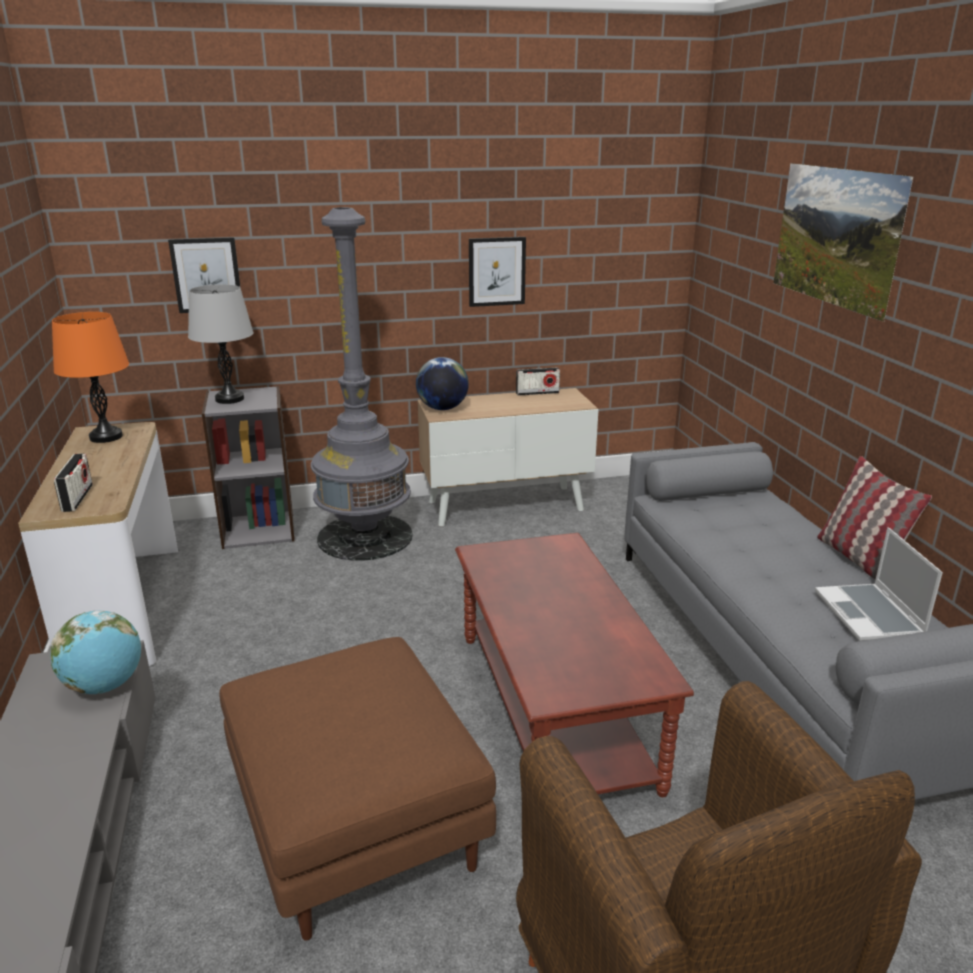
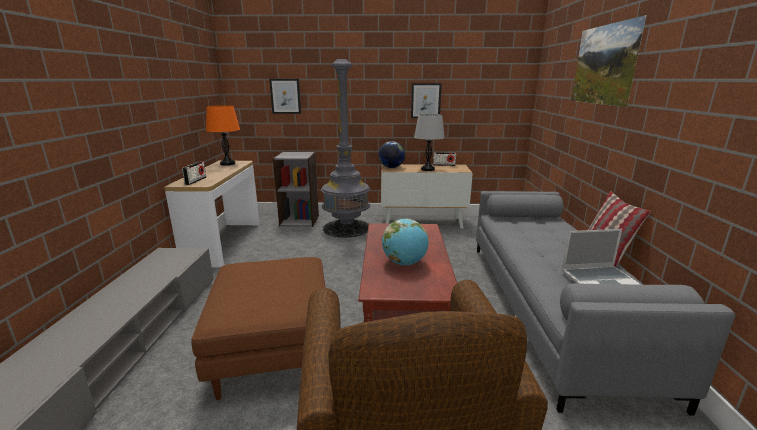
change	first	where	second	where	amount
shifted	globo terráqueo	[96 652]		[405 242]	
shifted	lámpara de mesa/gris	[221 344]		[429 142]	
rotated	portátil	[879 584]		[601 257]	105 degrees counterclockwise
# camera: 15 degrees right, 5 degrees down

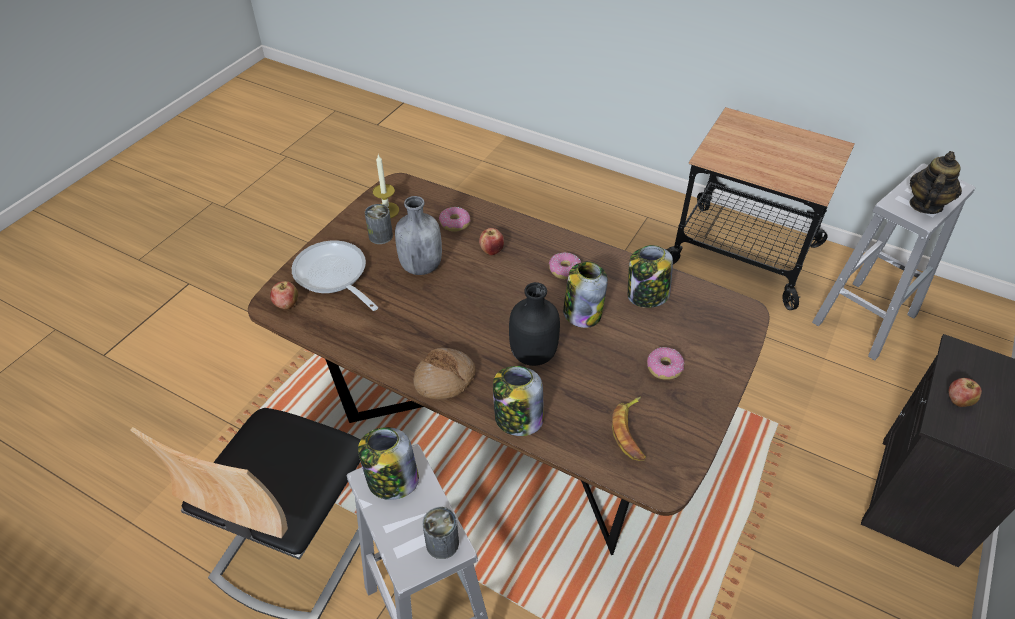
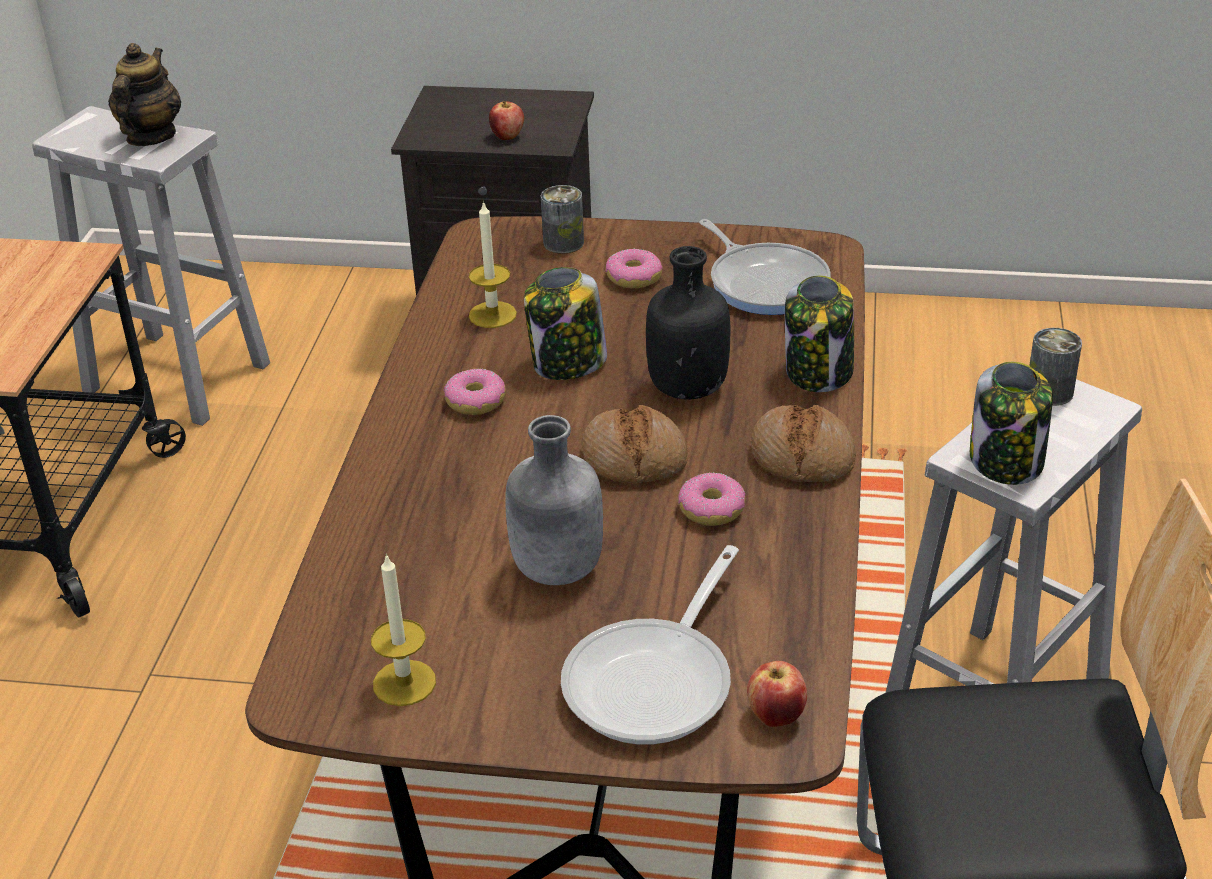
change	first	where	second	where	amount
shifted	lata	[379 224]		[562 219]	
shifted	rosquilla	[455 219]		[711 499]	
gone	manzana	[491 241]			
swapped	plátano	[629 429]	sartén	[765 267]	
swapped	tarro	[650 276]	vela	[493 264]	
rotated	tetera	[935 182]		[144 94]	90 degrees clockwise
new			pan	[634 444]	
# camera: 110 degrees left, 10 degrees down

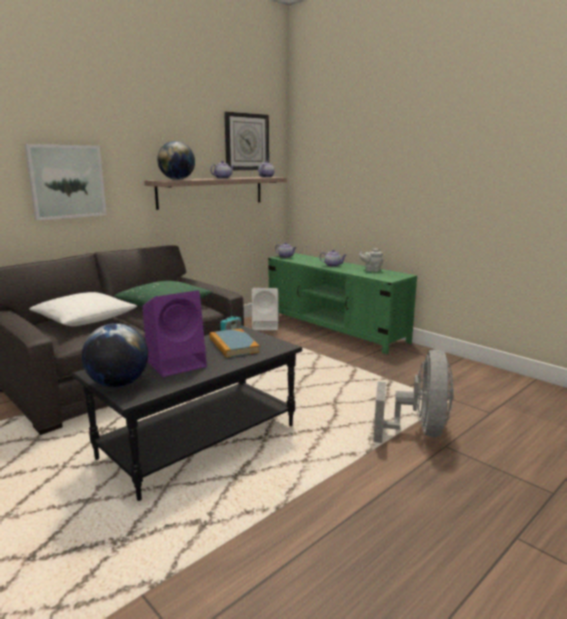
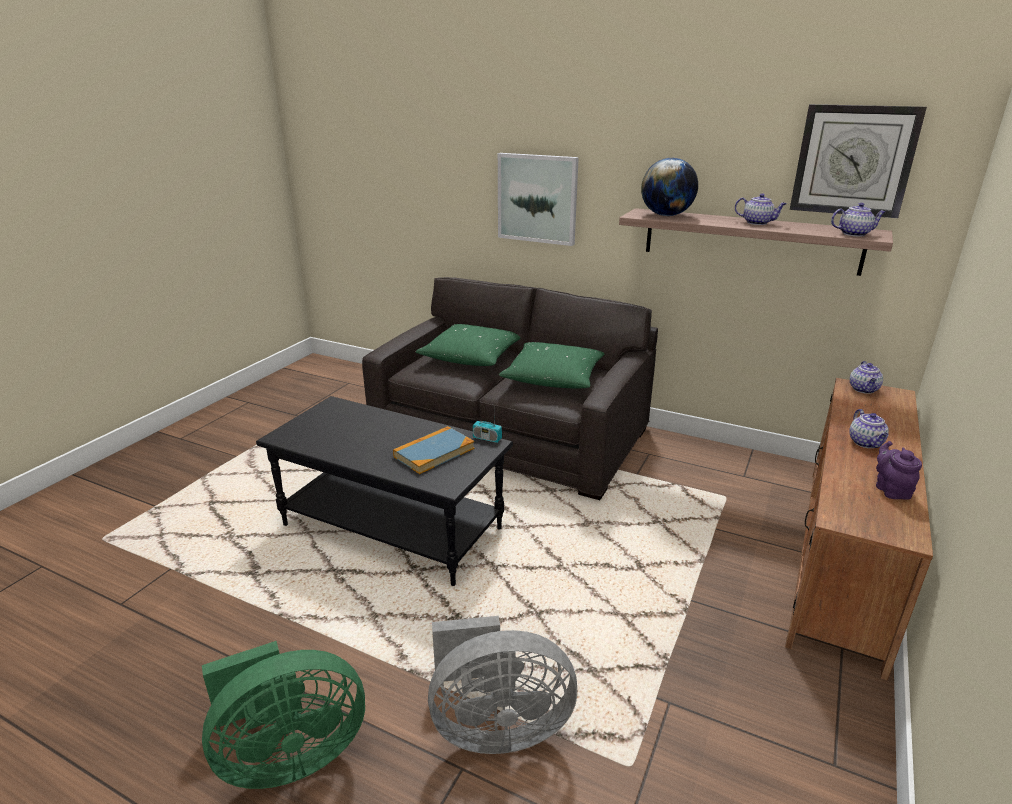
change	first	where	second	where	amount
repainted	cojín/blanco	[83 309]	cojín/verde	[468 345]	
gone	globo terráqueo	[114 355]			
gone	altavoz/morado	[174 334]			
gone	altavoz/blanco	[265 309]			
repainted	mueble de televisión/verde	[342 303]	mueble de televisión/marrón	[859 529]	
repainted	tetera/gris	[371 260]	tetera/morado	[899 470]	
new			ventilador/verde	[283 715]	
# camera: 70 degrees right, 10 degrees up

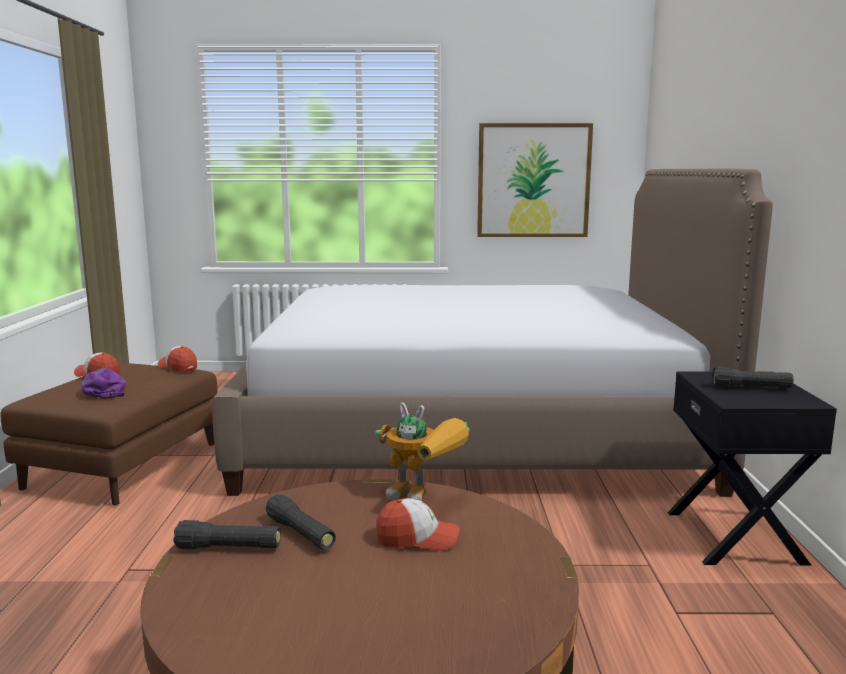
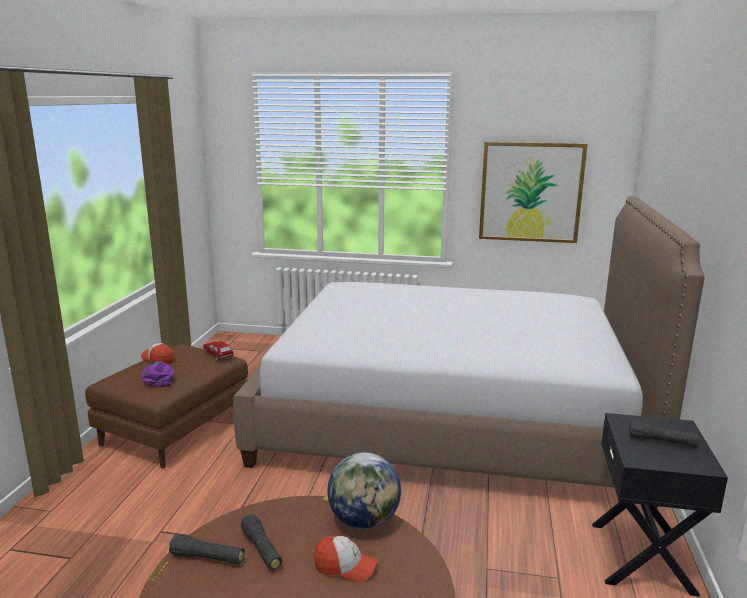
change	first	where	second	where	amount
swapped	gorra	[177 359]	coche de juguete	[218 351]	
swapped	robot de juguete	[422 451]	globo terráqueo	[364 491]	
# camera: 10 degrees right, 5 degrees up

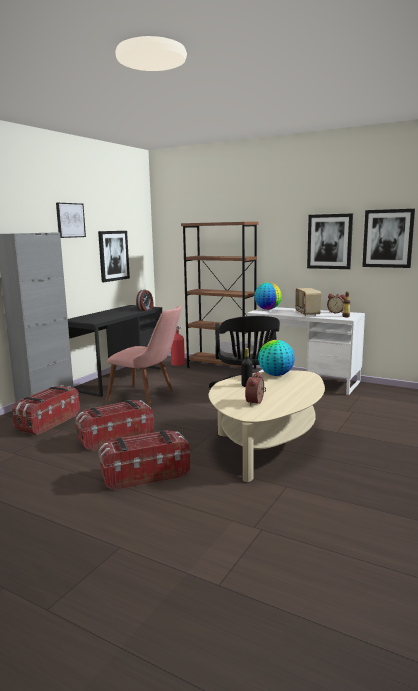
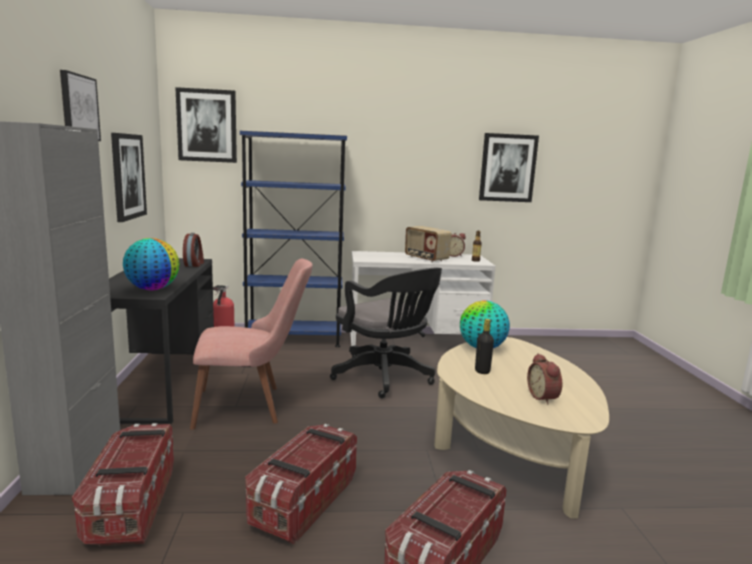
change	first	where	second	where	amount
repainted	estantería/marrón	[220 295]	estantería/azul	[293 239]	
shifted	globo terráqueo	[268 296]		[151 264]	
shifted	cuadro	[330 241]		[206 125]	
# camera: 35 degrees left, 0 degrees up

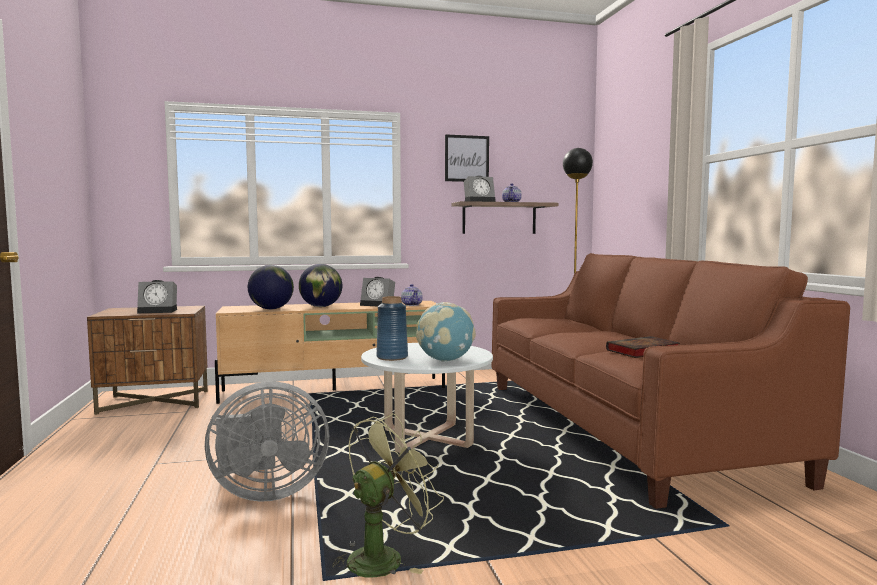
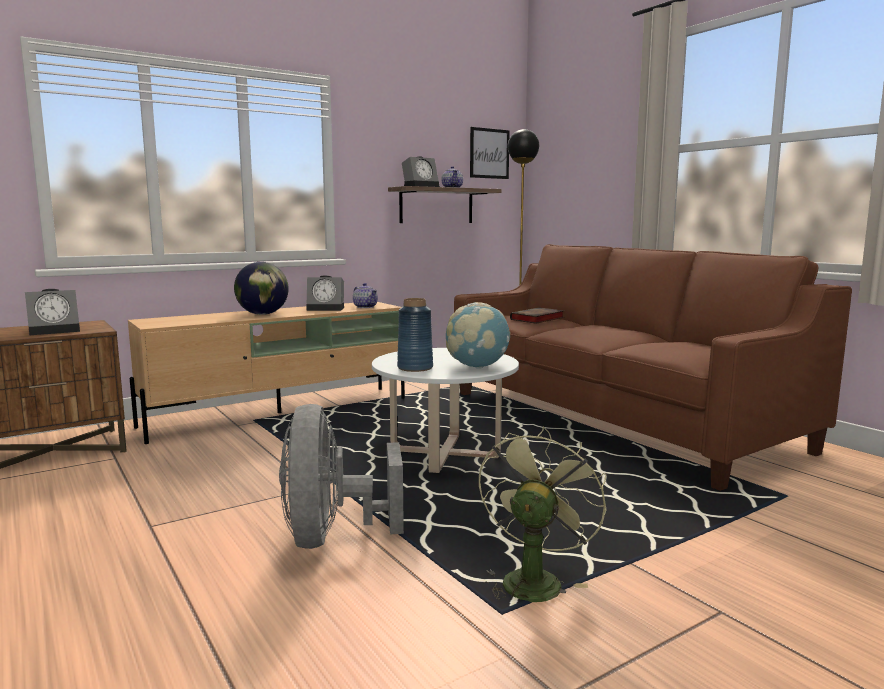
change	first	where	second	where	amount
rotated	ventilador/gris	[267 442]		[341 476]	120 degrees clockwise
gone	globo terráqueo	[271 287]			
shifted	cuadro	[467 158]		[490 153]	
shifted	libro	[643 347]		[537 315]	
# camera: 20 degrees left, 5 degrees up

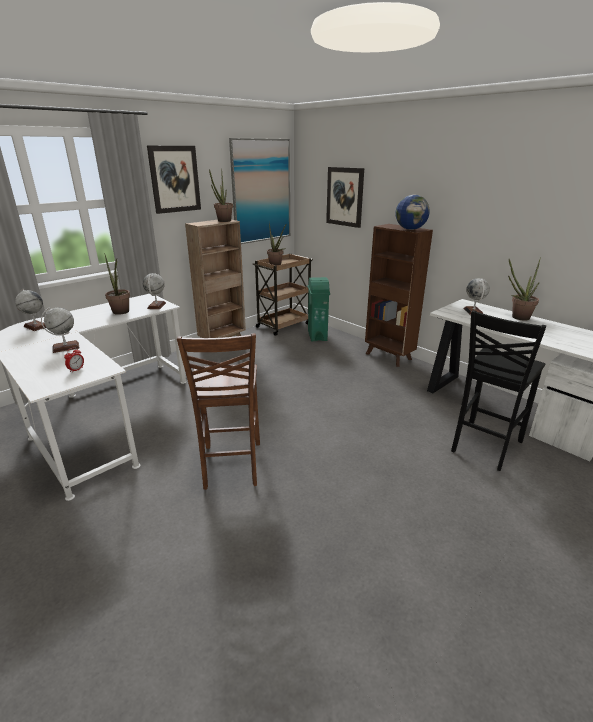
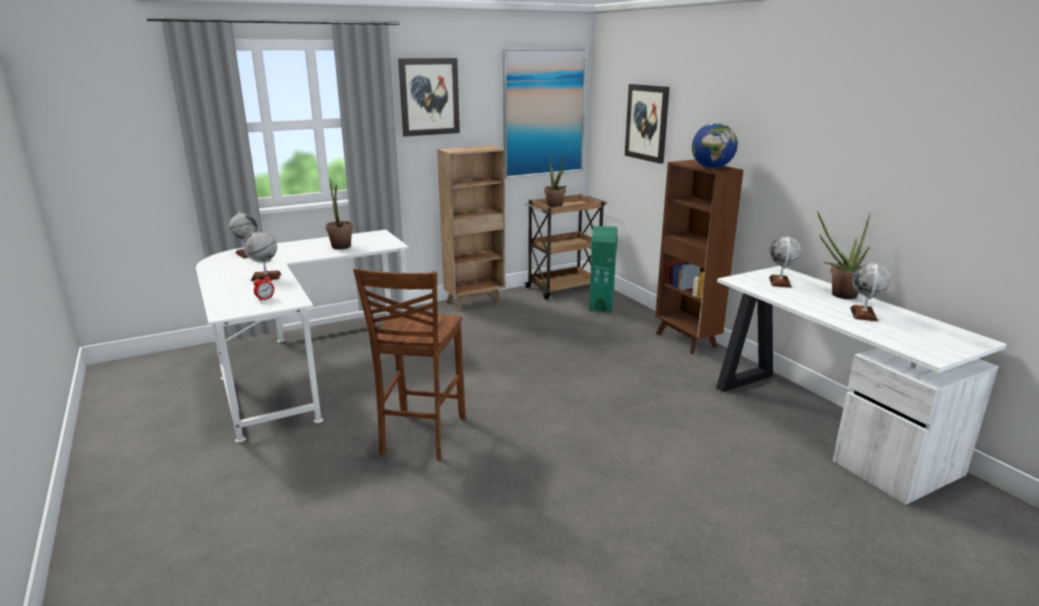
change	first	where	second	where	amount
shifted	globo terráqueo	[154 291]		[870 292]	
gone	planta en maceta	[221 195]			
gone	silla/negro	[498 390]			
# camera: 15 degrees right, 5 degrees down

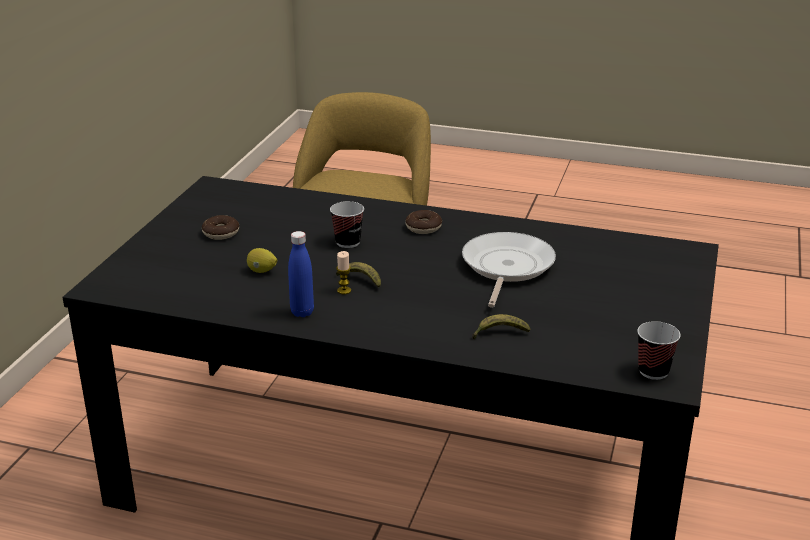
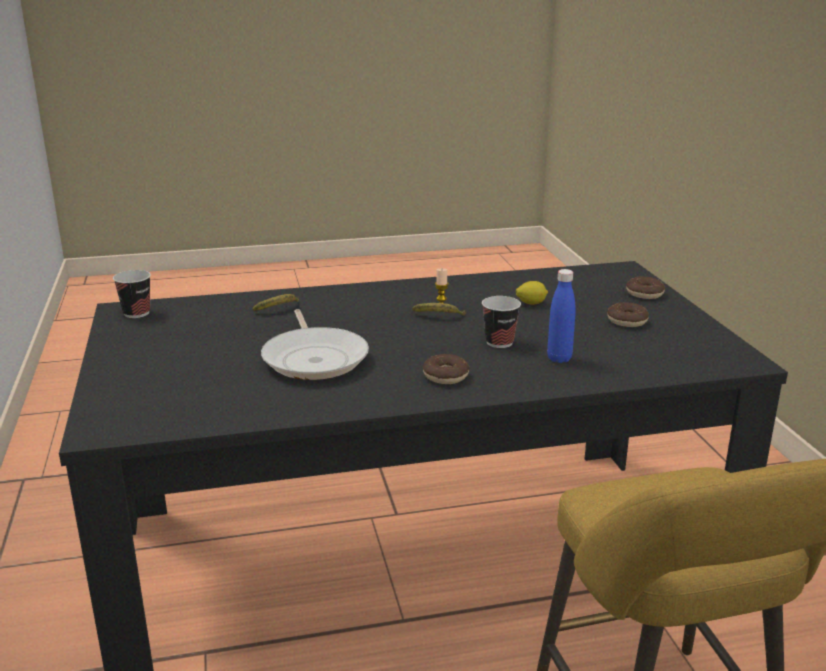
change	first	where	second	where	amount
shifted	botella/azul	[301 274]		[561 316]	
new			rosquilla	[645 287]	
# camera: 150 degrees right, 5 degrees down

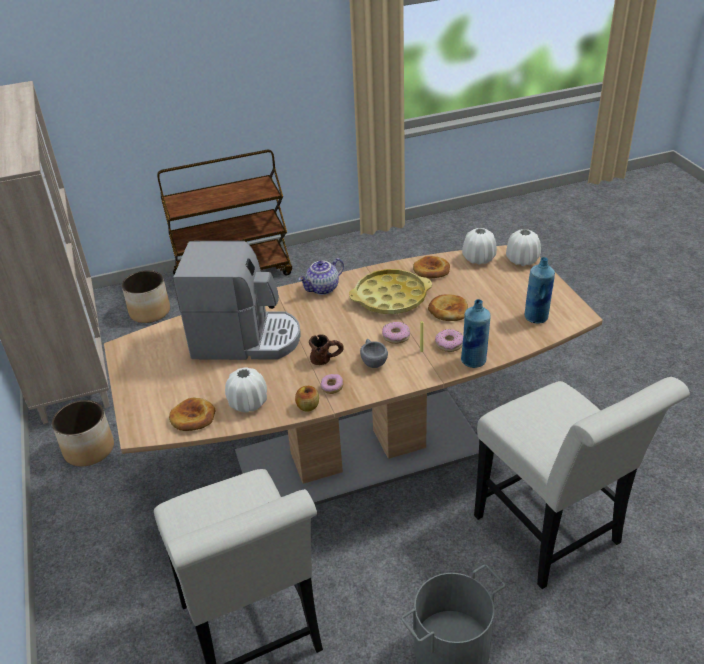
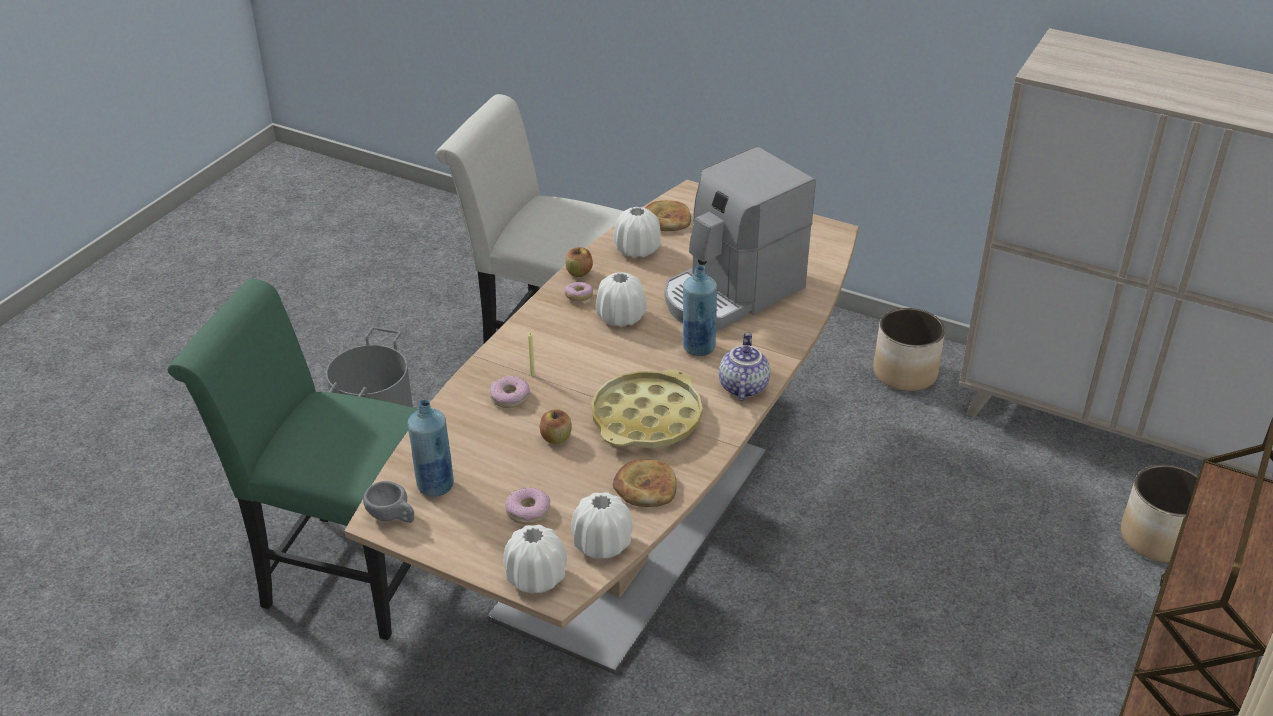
change	first	where	second	where	amount
swapped	taza grande/marrón	[326 349]	florero/blanco	[621 299]	
shifted	taza/gris	[374 353]		[388 502]	
shifted	rosquilla	[396 333]		[528 505]	
swapped	pan	[448 307]	manzana	[556 426]	
shifted	botella/azul	[476 333]		[700 310]	
repainted	silla/blanco	[582 483]	silla/verde	[293 459]	
# camera: 135 degrees right, 0 degrees up

